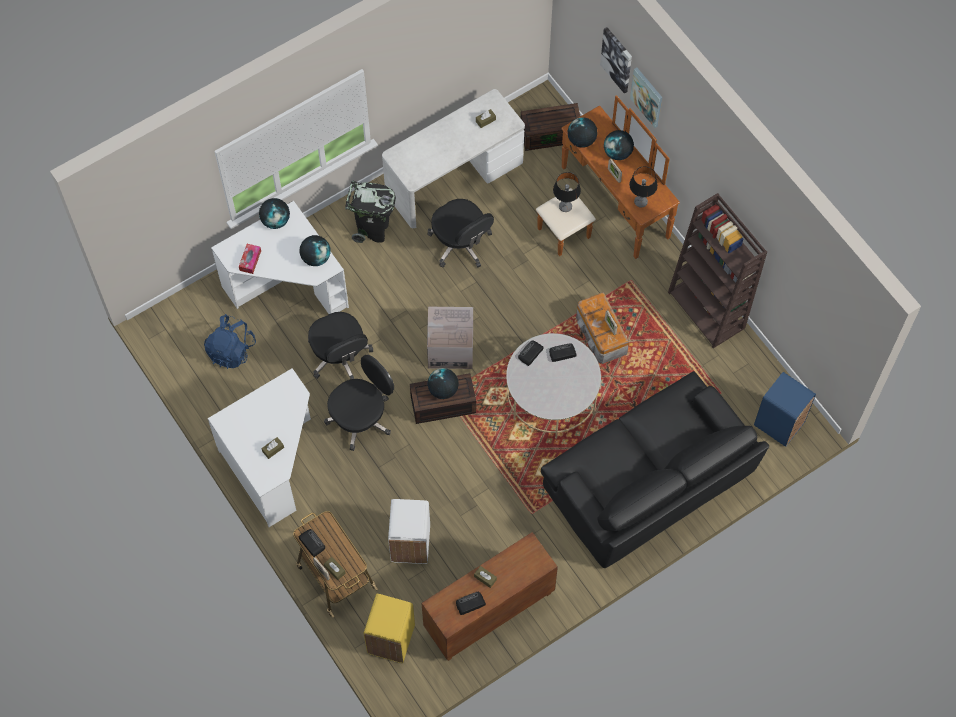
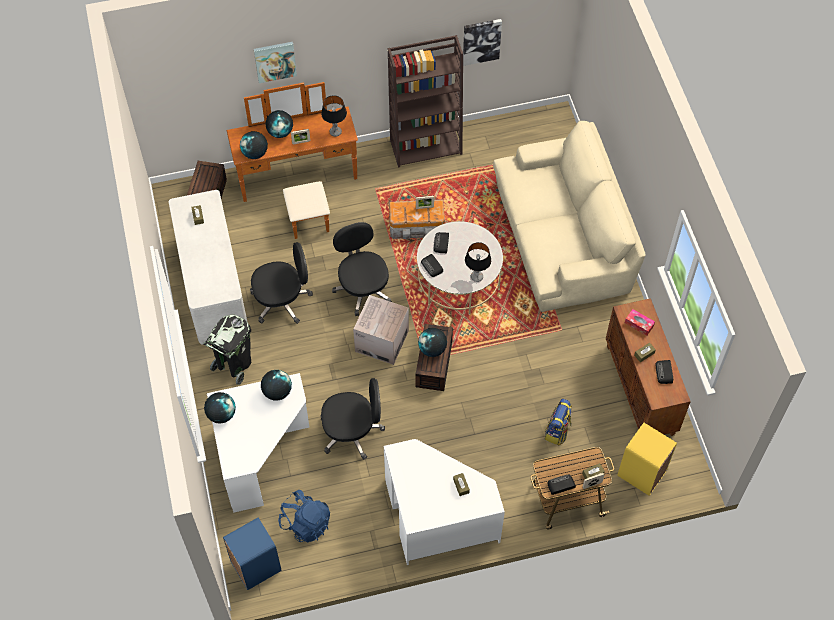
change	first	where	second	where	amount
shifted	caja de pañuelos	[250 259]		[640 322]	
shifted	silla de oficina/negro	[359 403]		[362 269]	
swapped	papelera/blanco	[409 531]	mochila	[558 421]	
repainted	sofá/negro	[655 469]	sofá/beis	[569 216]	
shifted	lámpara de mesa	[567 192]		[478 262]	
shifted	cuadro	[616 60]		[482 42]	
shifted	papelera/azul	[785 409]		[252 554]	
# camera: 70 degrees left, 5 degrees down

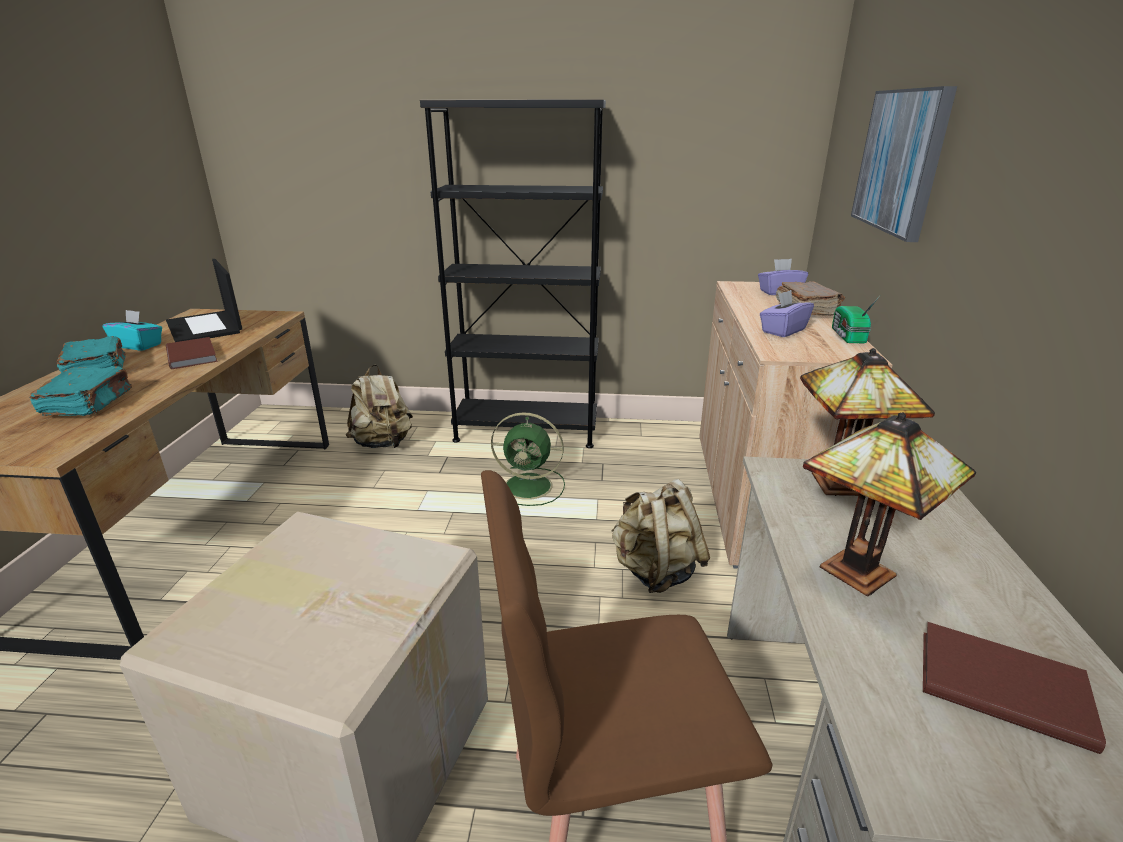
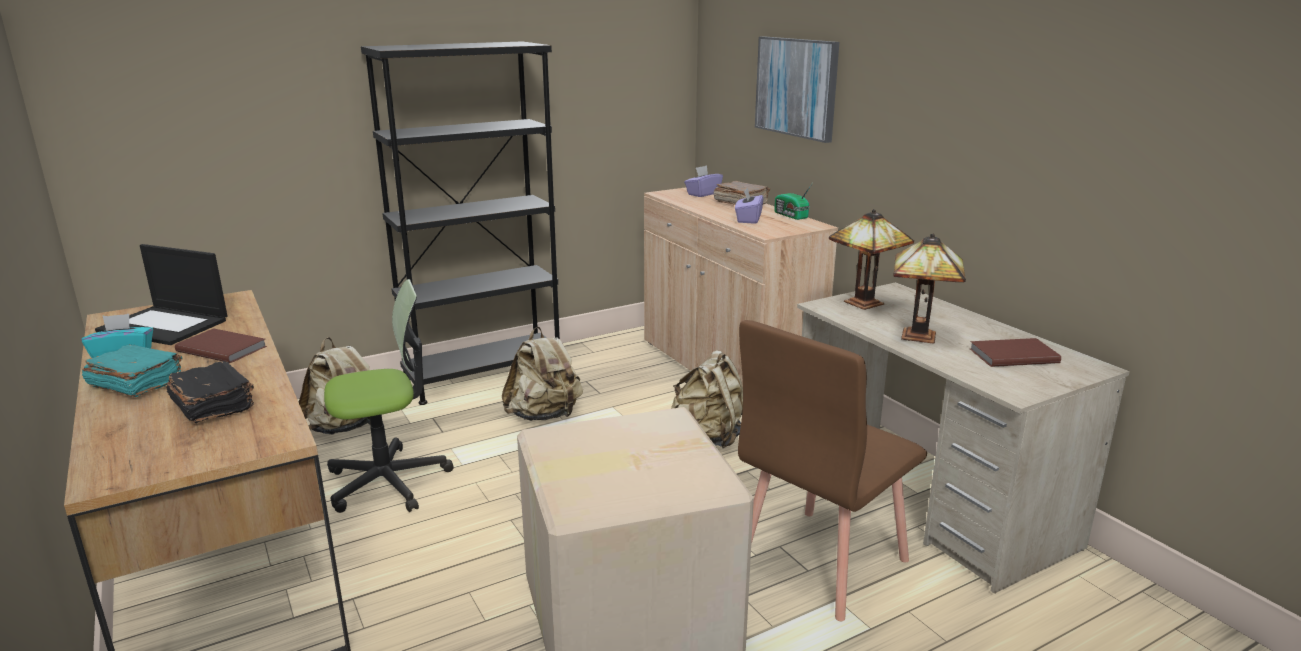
change	first	where	second	where	amount
repainted	libro/turquesa	[80 391]	libro/negro	[210 392]	
swapped	ventilador/verde	[528 459]	mochila/beis	[542 374]	
new			silla de oficina	[388 396]	
# camera: 35 degrees left, 5 degrees down

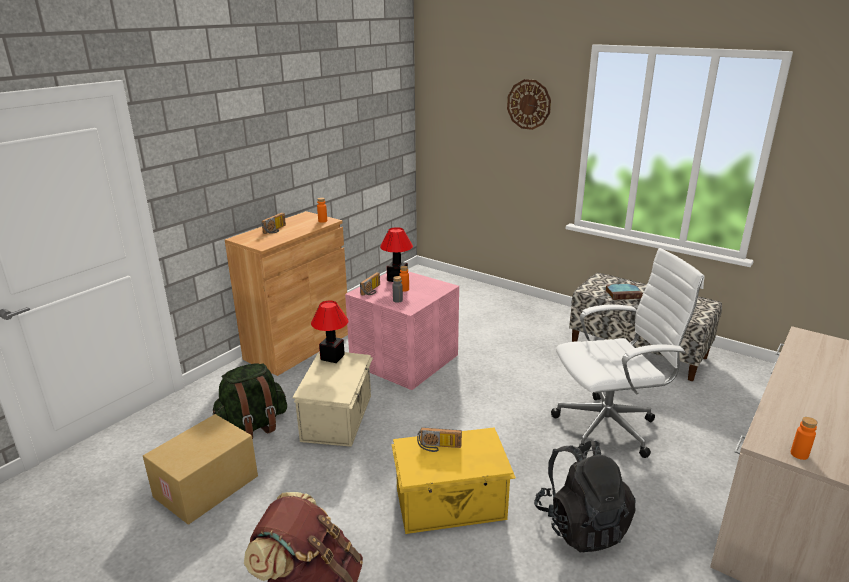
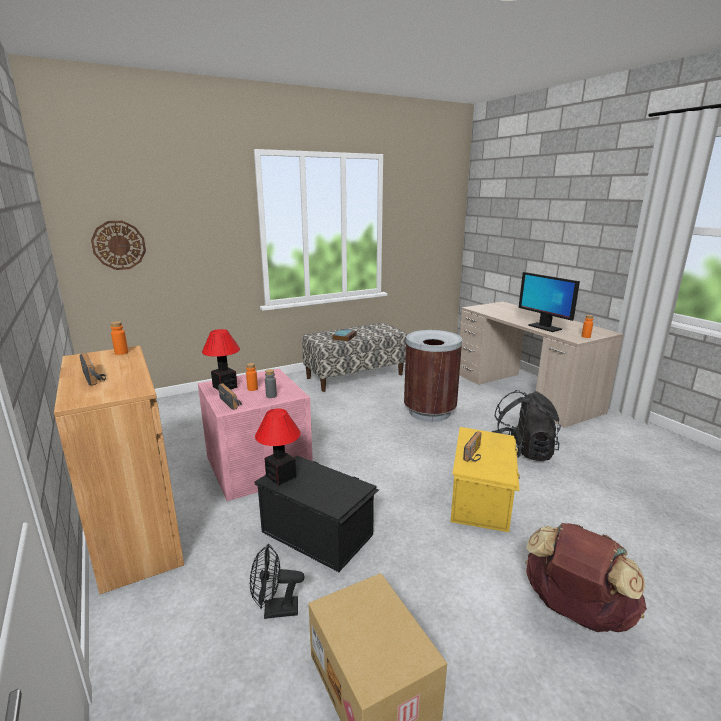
change	first	where	second	where	amount
swapped	mochila/verde	[249 401]	ventilador/negro	[277 581]	
repainted	caja de almacenaje/beis	[333 398]	caja de almacenaje/negro	[317 514]	
shifted	reloj de pared	[529 104]		[118 245]	
swapped	silla de oficina/blanco	[628 353]	papelera/marrón	[433 376]	
new			monitor	[549 302]	
# camera: 65 degrees left, 5 degrees down

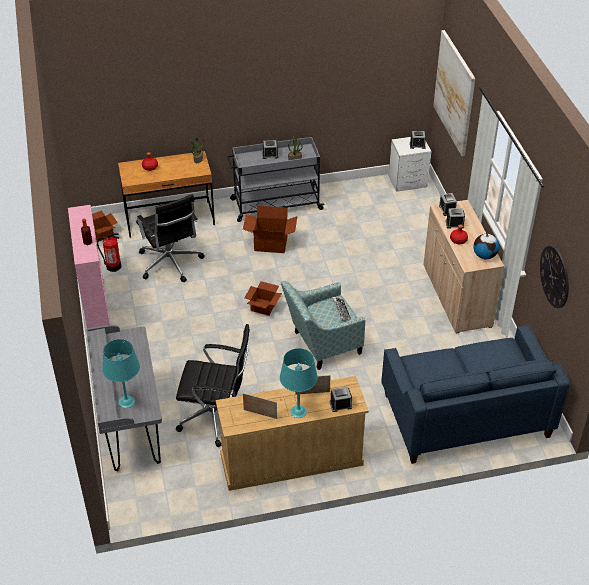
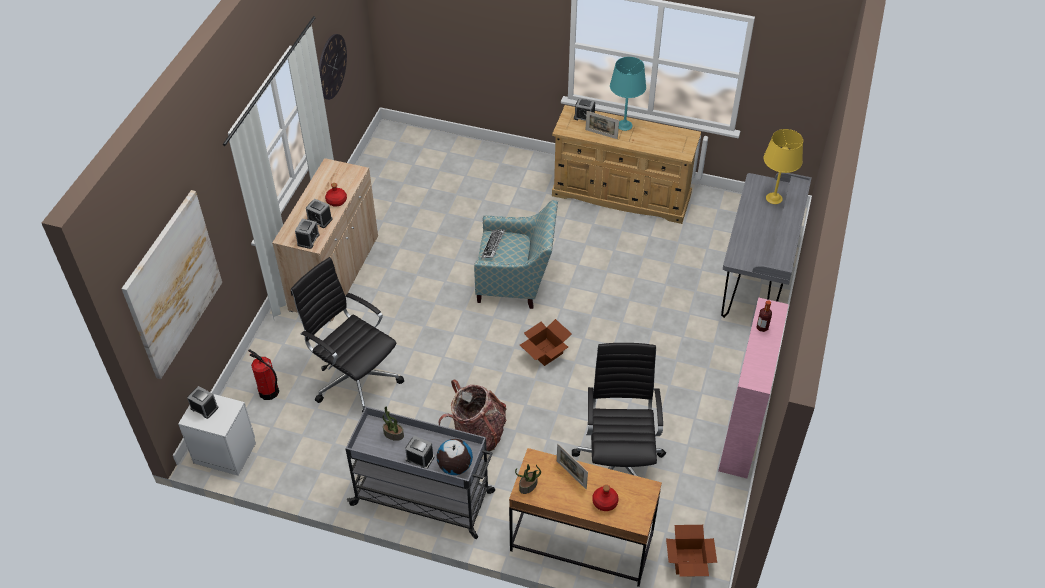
change	first	where	second	where	amount
shifted	extintor	[109 252]		[263 374]	
repainted	lámpara de mesa/turquesa	[121 373]	lámpara de mesa/amarillo	[783 166]	
shifted	silla de oficina/negro	[213 385]		[347 335]	
swapped	caja de cartón	[270 229]	mochila	[472 415]	
shifted	portarretratos	[260 406]		[572 466]	
gone	sofá/azul	[475 394]			
shifted	globo terráqueo	[486 246]		[455 457]	
# camera: 150 degrees left, 5 degrees up

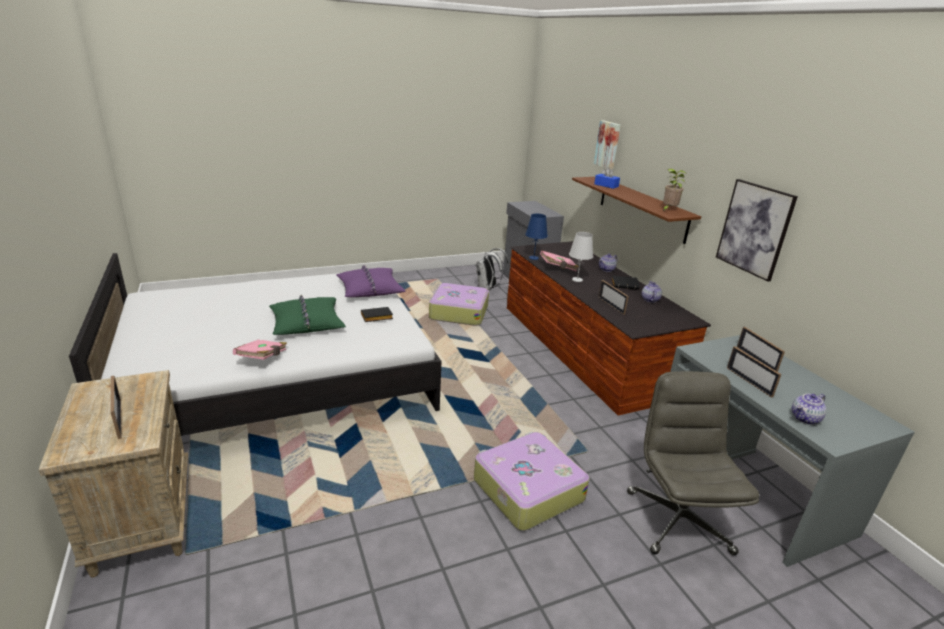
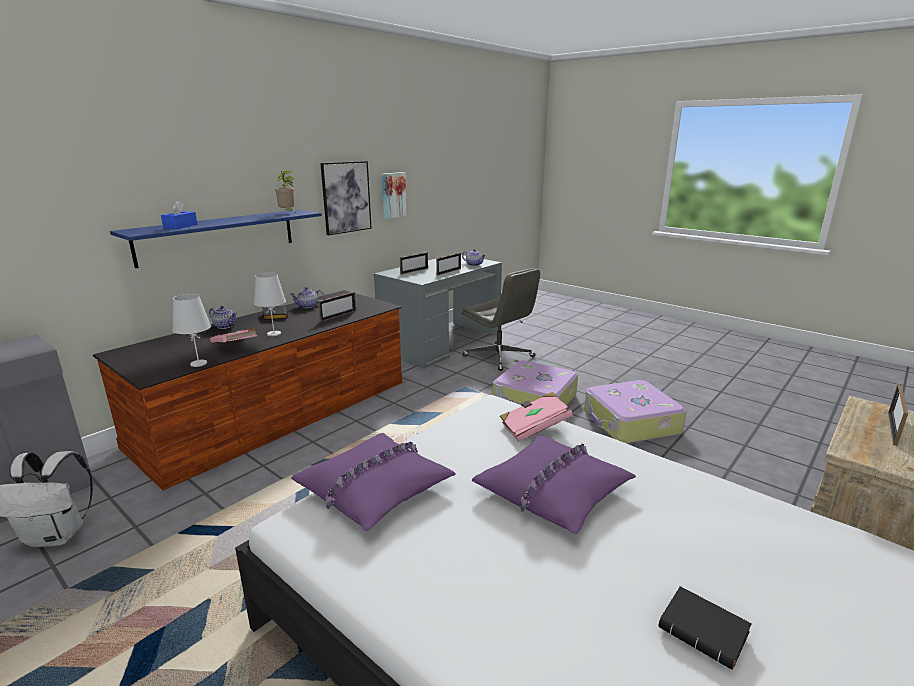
change	first	where	second	where	amount
shifted	libro/rosa	[260 350]		[536 417]	
repainted	cojín/verde	[307 315]	cojín/morado	[554 484]	
shifted	libro/negro	[377 314]		[705 628]	
shifted	maleta	[459 304]		[635 412]	
repainted	lámpara de mesa/azul	[536 237]	lámpara de mesa/blanco	[191 330]	
repainted	estante/marrón	[636 210]	estante/azul	[216 239]	
shifted	cuadro	[607 144]		[394 195]	
rotated	silla de oficina/gris	[693 463]		[501 319]	105 degrees counterclockwise
# camera: 115 degrees left, 5 degrees down

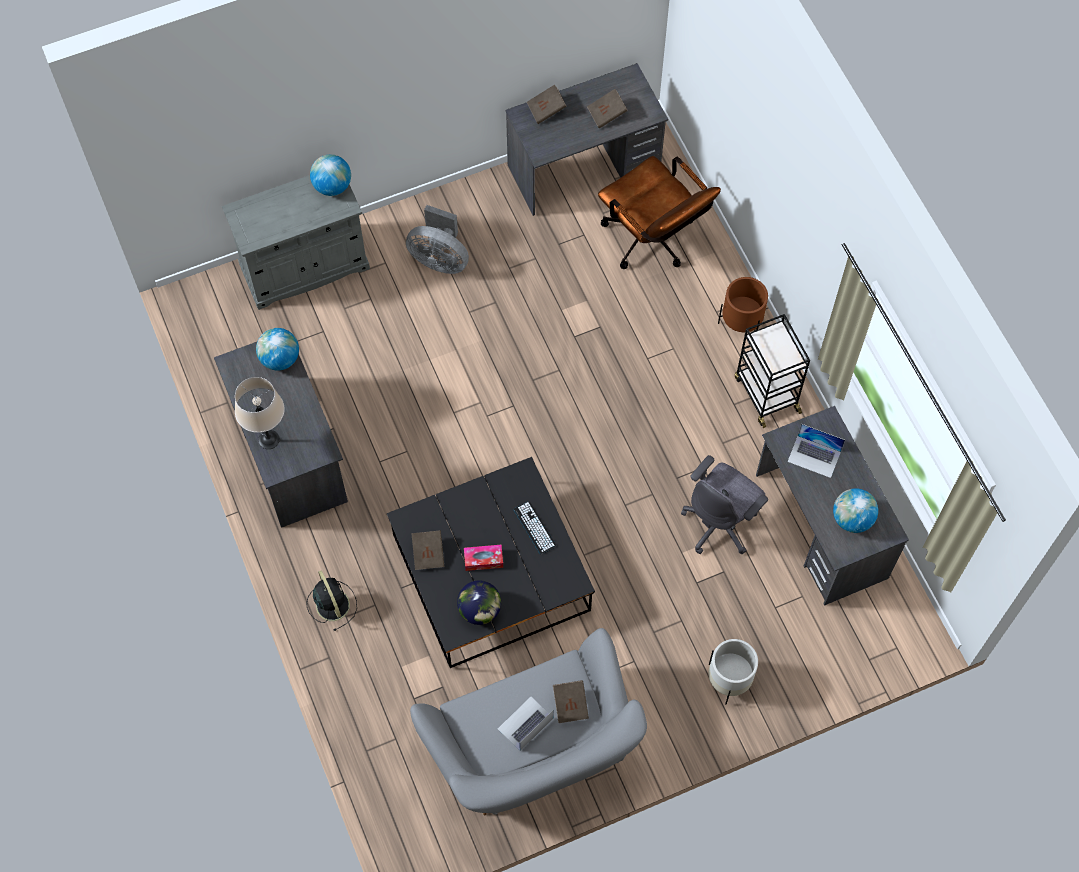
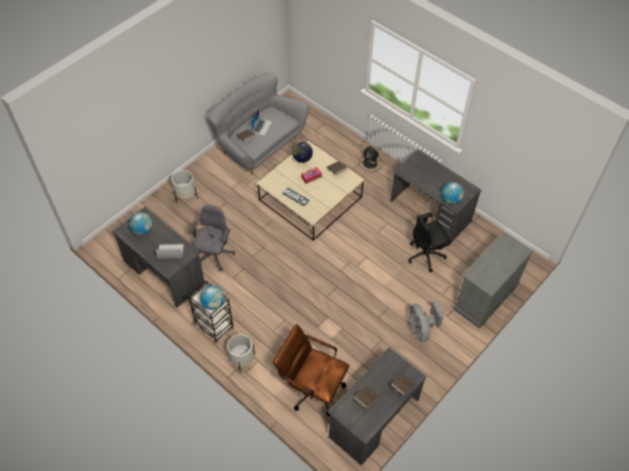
change	first	where	second	where	amount
gone	lámpara de mesa/beis	[260 413]			
shifted	globo terráqueo	[330 175]		[212 297]	
repainted	mesa de centro/negro	[491 562]	mesa de centro/beis	[310 191]	
rotated	ventilador/gris	[437 239]		[426 321]	105 degrees counterclockwise
repainted	maceta/marrón	[743 304]	maceta/blanco	[241 353]	
new			silla de oficina/negro	[429 242]	
# camera: 155 degrees right, 10 degrees down

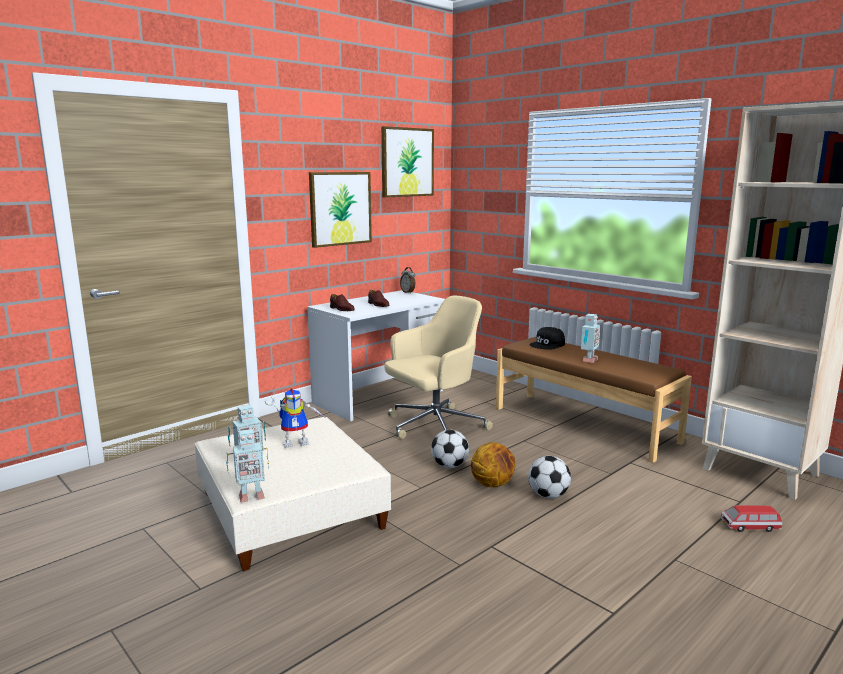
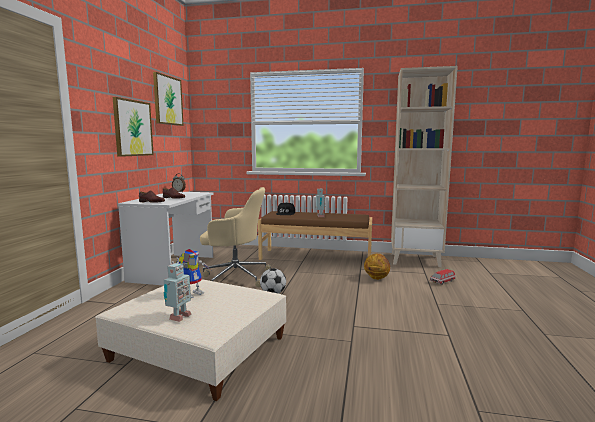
change	first	where	second	where	amount
gone	robot de juguete	[247 466]			
rotated	silla de oficina/beis	[438 367]		[235 237]	75 degrees clockwise
shifted	balón de baloncesto	[493 464]		[377 267]	
gone	balón de fútbol	[549 477]			
# camera: 35 degrees left, 5 degrees down

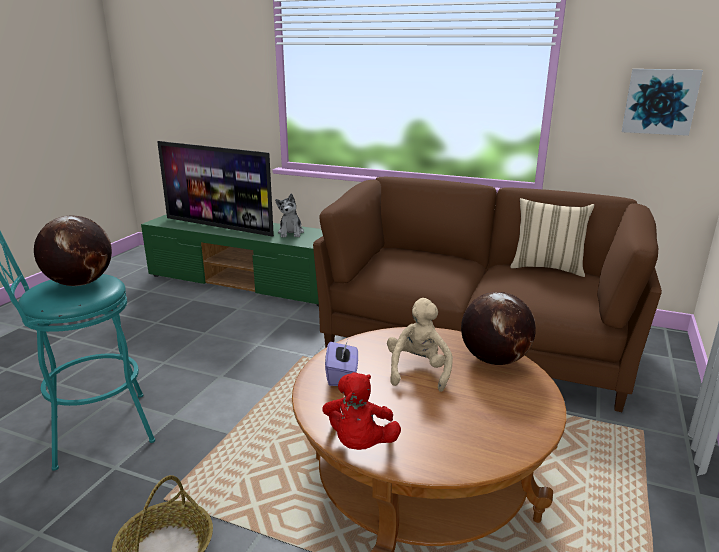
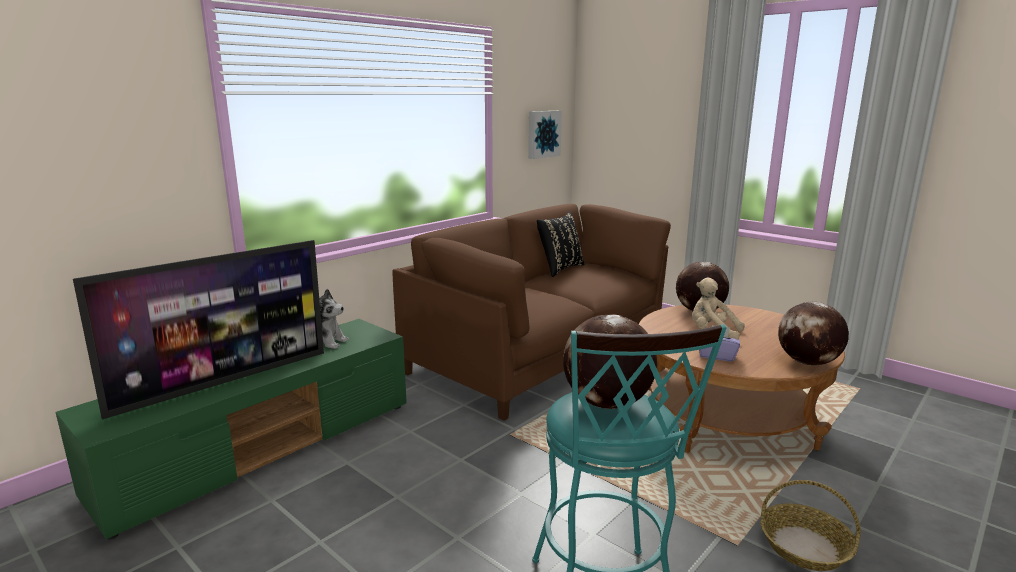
change	first	where	second	where	amount
swapped	peluche/rojo	[361 411]	globo terráqueo	[813 334]	
repainted	cojín/beis	[552 237]	cojín/negro	[561 244]	
# camera: 70 degrees left, 5 degrees down

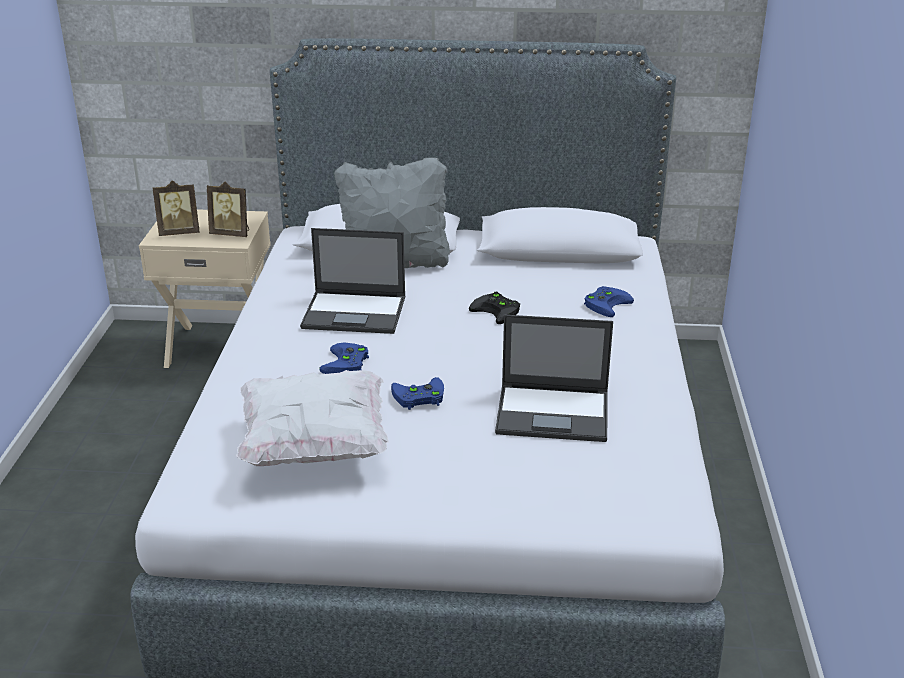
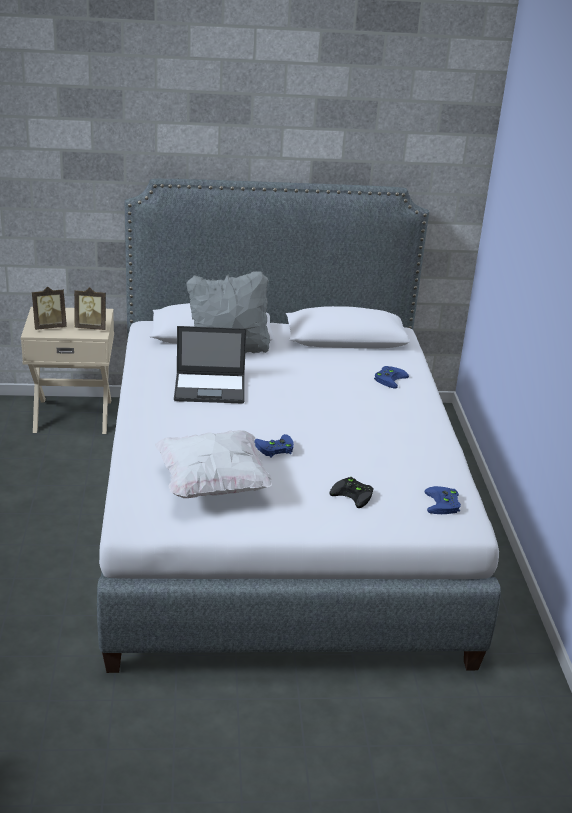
change	first	where	second	where	amount
shifted	mando de consola/azul	[344 358]		[442 500]	
shifted	mando de consola/negro	[494 307]		[351 492]	
gone	portátil	[554 378]			
# camera: 10 degrees left, 0 degrees up

